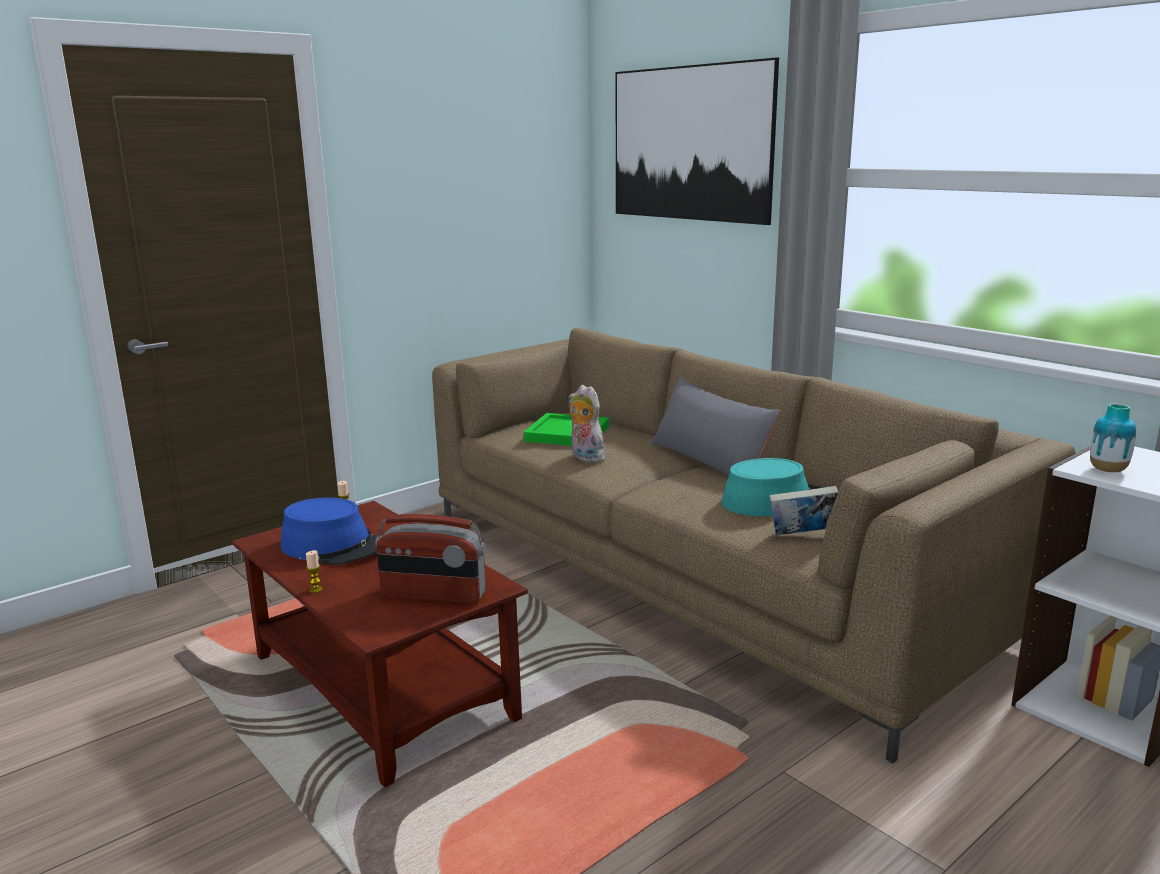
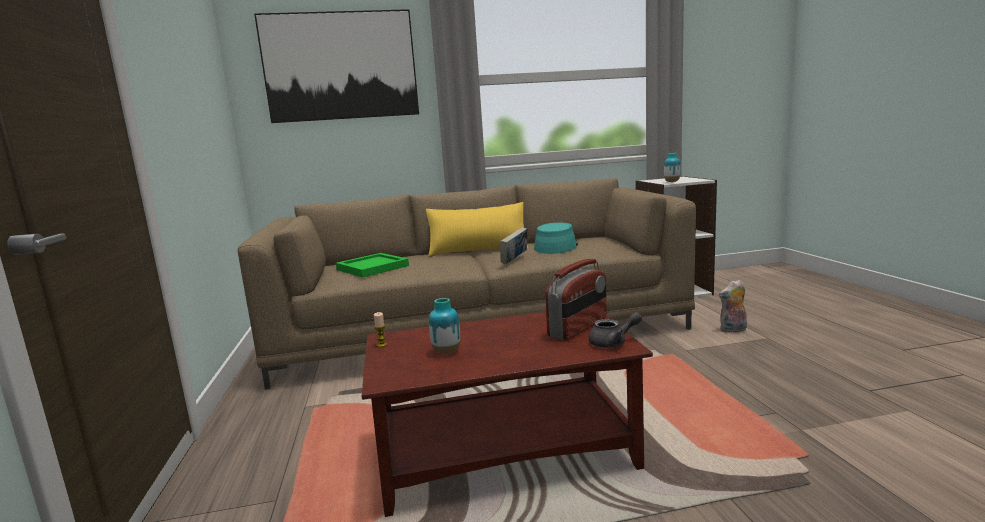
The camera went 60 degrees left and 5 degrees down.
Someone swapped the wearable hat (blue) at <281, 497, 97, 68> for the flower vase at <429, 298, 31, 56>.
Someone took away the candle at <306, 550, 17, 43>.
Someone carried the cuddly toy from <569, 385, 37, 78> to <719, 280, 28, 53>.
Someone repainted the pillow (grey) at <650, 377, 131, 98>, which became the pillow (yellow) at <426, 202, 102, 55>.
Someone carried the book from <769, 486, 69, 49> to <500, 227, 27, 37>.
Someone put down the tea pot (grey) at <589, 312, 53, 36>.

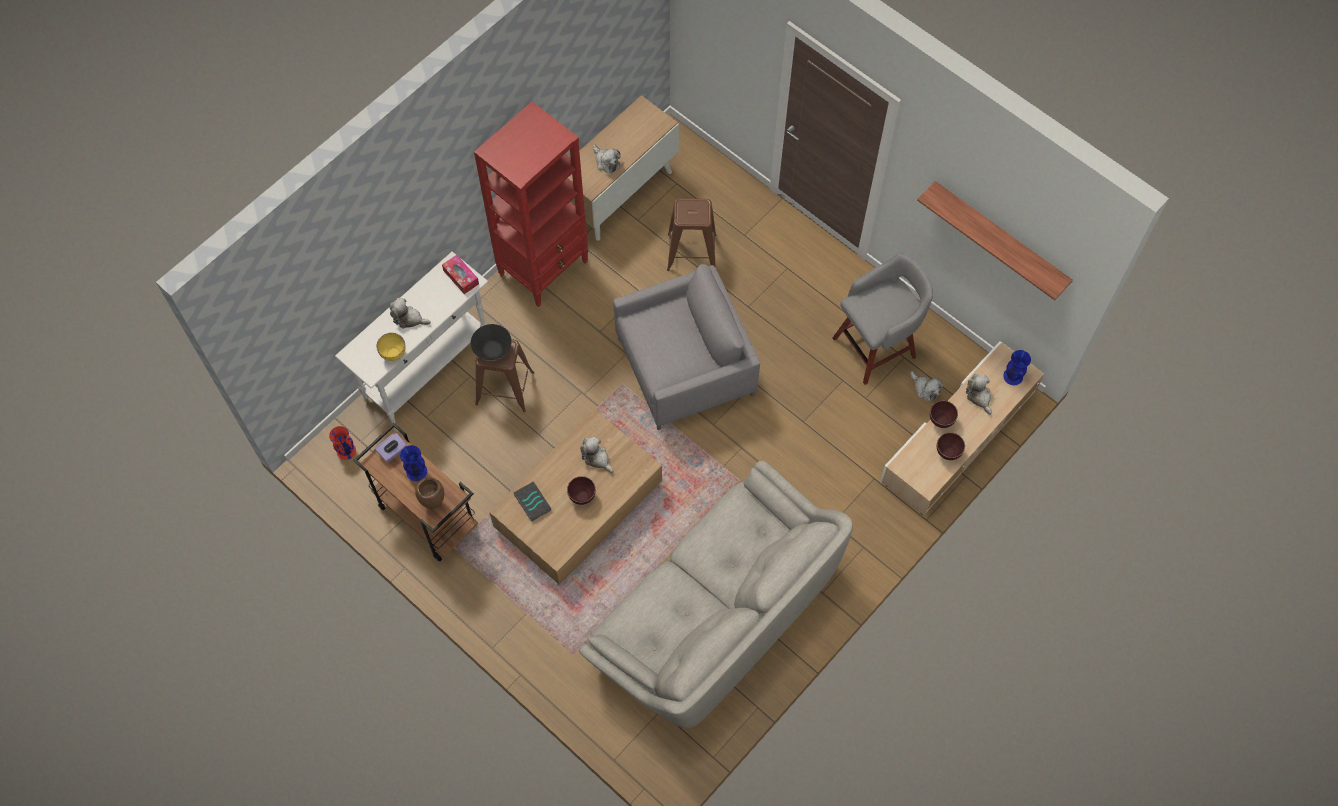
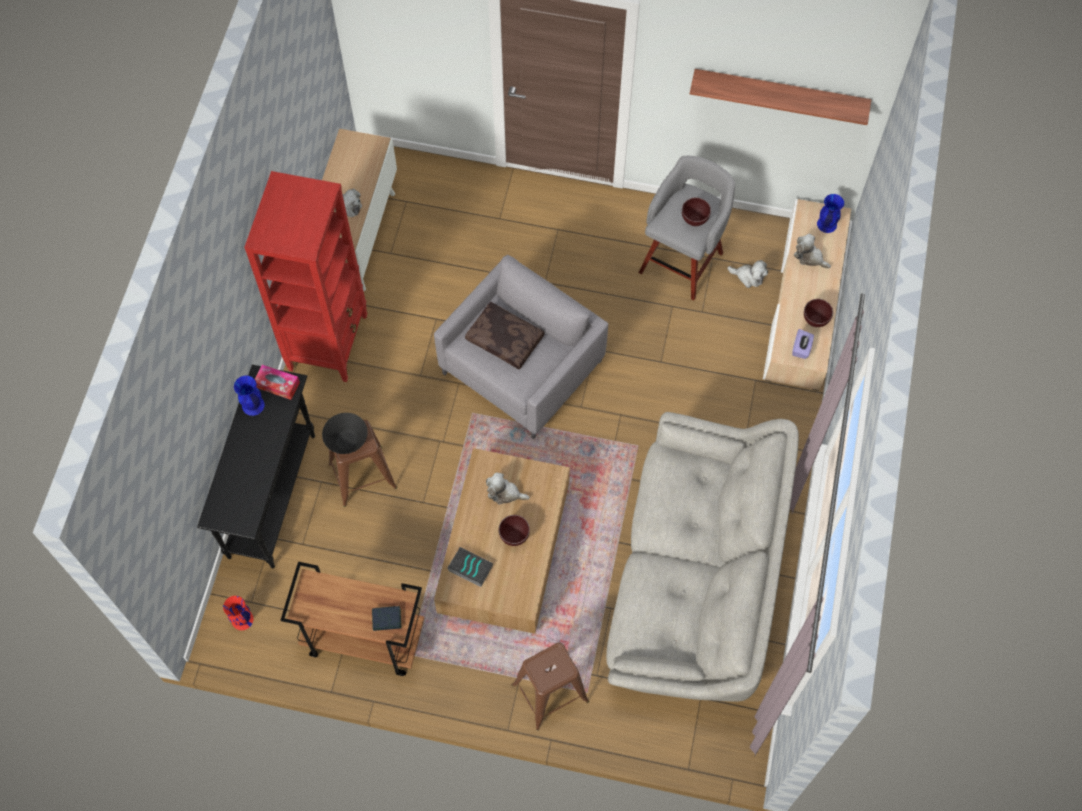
The camera went 30 degrees left and 0 degrees up.
Someone repainted the narrow table (whitish) at <335, 252, 153, 172>, which became the narrow table (black) at <197, 365, 118, 203>.
Someone took away the deep dish (yellow) at <376, 333, 30, 28>.
Someone carried the tissue holder (purplish) from <376, 433, 31, 29> to <792, 329, 22, 30>.
Someone took away the cuddly toy at <389, 298, 42, 30>.
Someone carried the flower vase (blue) from <400, 445, 27, 36> to <234, 376, 31, 40>.
Someone swapped the flower vase (brown) at <415, 477, 29, 32> for the book at <372, 606, 29, 25>.
Someone carried the stool (brown) from <667, 198, 49, 73> to <512, 643, 77, 88>.
Someone carried the deep dish (brown) from <930, 400, 28, 28> to <682, 198, 29, 28>.
Someone put down the pillow (brown) at <465, 301, 79, 69>.

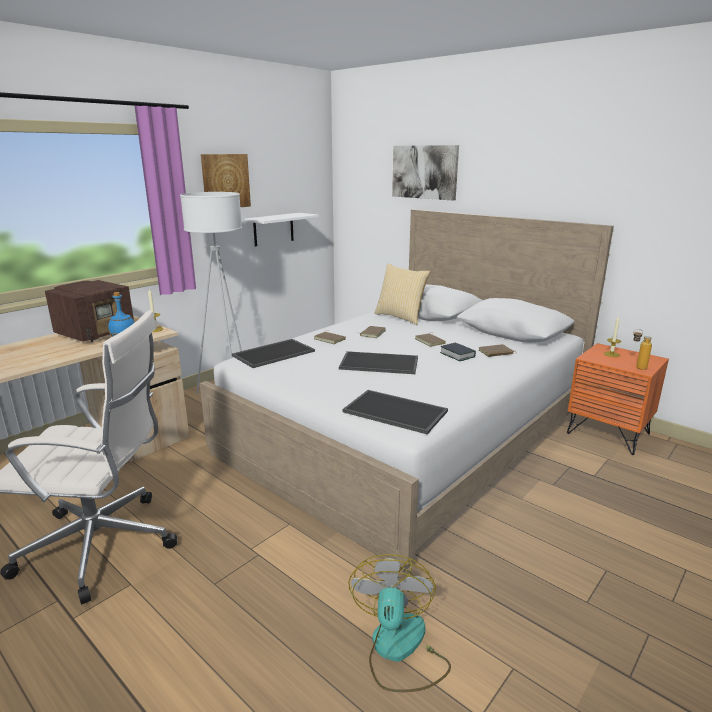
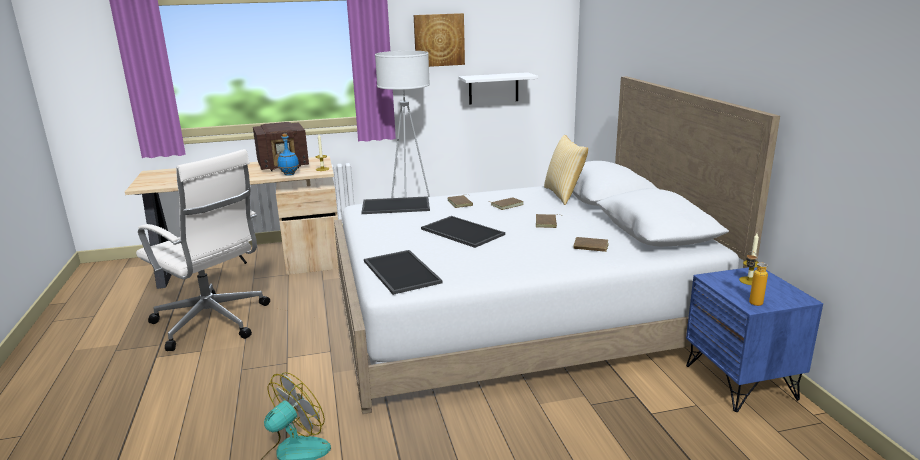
The camera went 35 degrees right and 0 degrees up.
Someone took away the picture at <392, 145, 67, 56>.
Someone took away the book at <440, 343, 36, 18>.
Someone repainted the nightstand (orangey) at <567, 343, 102, 112>, which became the nightstand (blue) at <686, 267, 137, 145>.

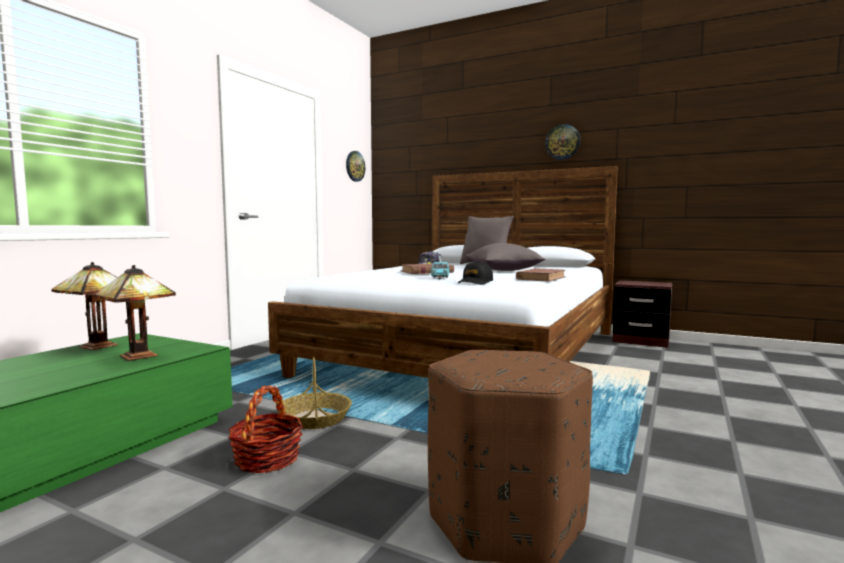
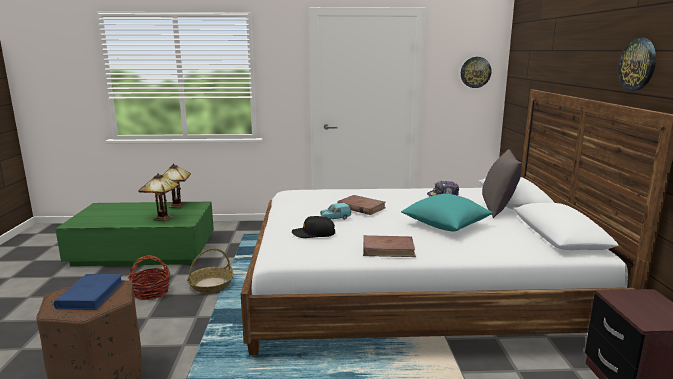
The camera went 60 degrees right and 10 degrees up.
Someone repainted the pillow (grey) at <465, 243, 80, 28>, which became the pillow (turquoise-coloured) at <401, 194, 92, 37>.
Someone put down the book (blue) at <54, 274, 70, 36>.

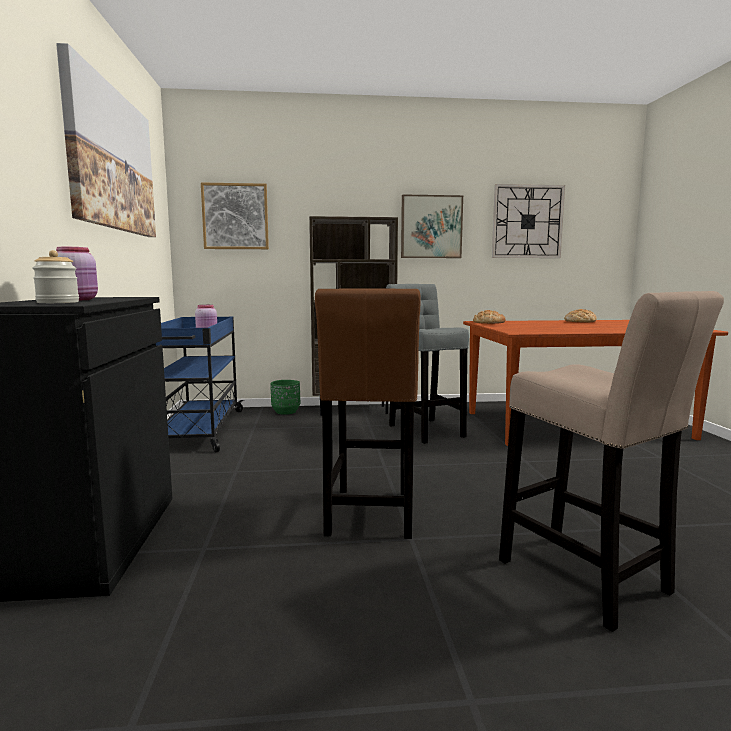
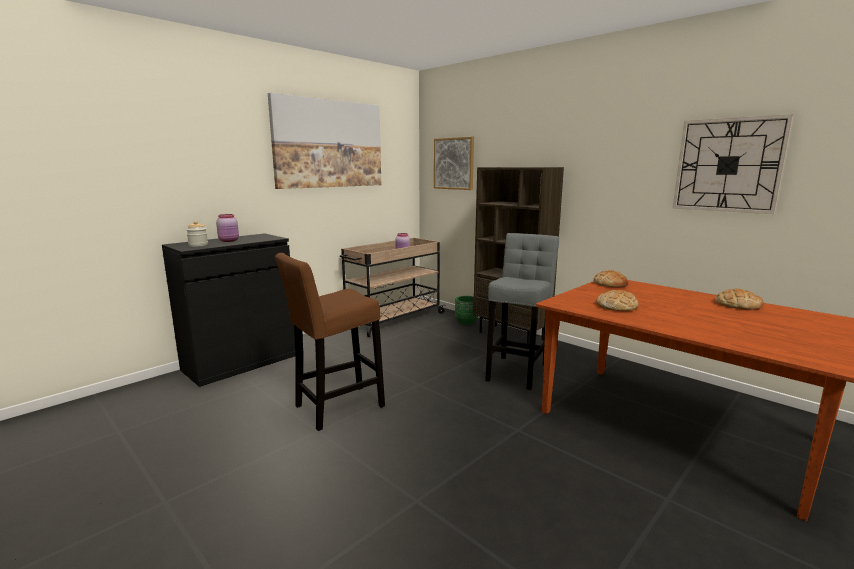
The camera went 50 degrees right and 5 degrees up.
Someone repainted the trolley (blue) at <156, 317, 88, 135>, which became the trolley (beige) at <340, 238, 106, 99>.
Someone took away the picture at <401, 194, 62, 64>.
Someone took away the stool (beige) at <499, 291, 225, 341>.
Someone put down the bakery bread at <596, 290, 42, 21>.

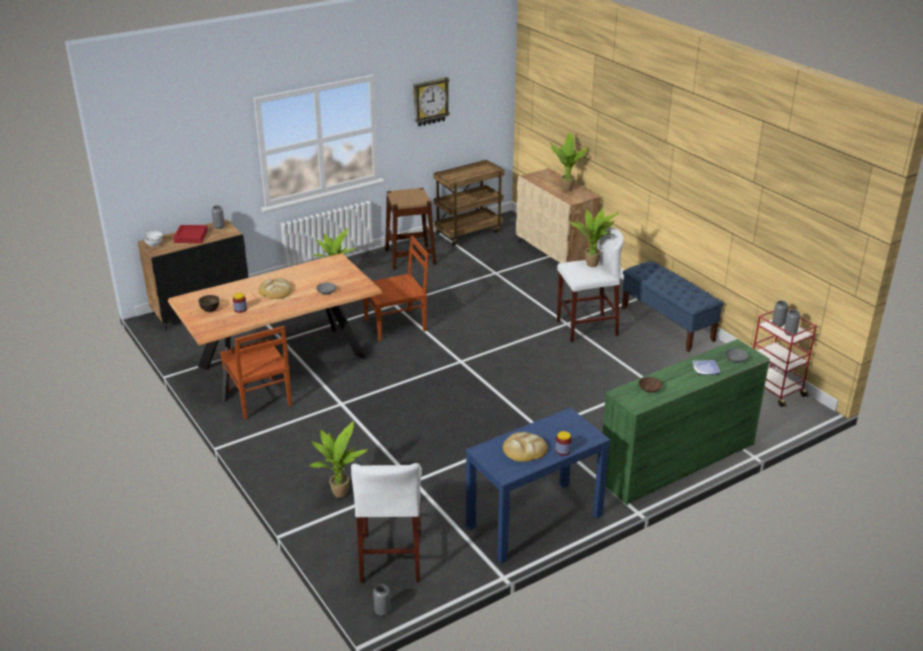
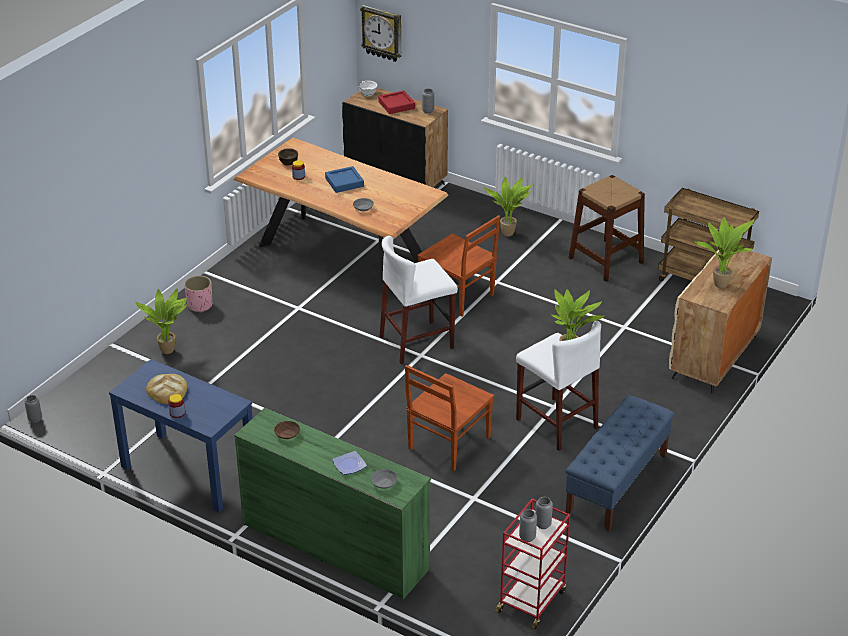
The camera went 65 degrees right and 5 degrees up.
Someone carried the upright chair (brown) from <220, 326, 72, 94> to <405, 365, 89, 106>.
Someone swapped the bakery bread at <258, 278, 34, 21> for the carrying tray (blue) at <325, 166, 39, 27>.
Someone carried the stool (whitish) from <351, 463, 71, 120> to <380, 236, 78, 128>.
Someone carried the clock on the wall from <413, 77, 37, 50> to <360, 5, 41, 57>.
Someone put down the plant pot (pinkish) at <184, 276, 28, 37>.

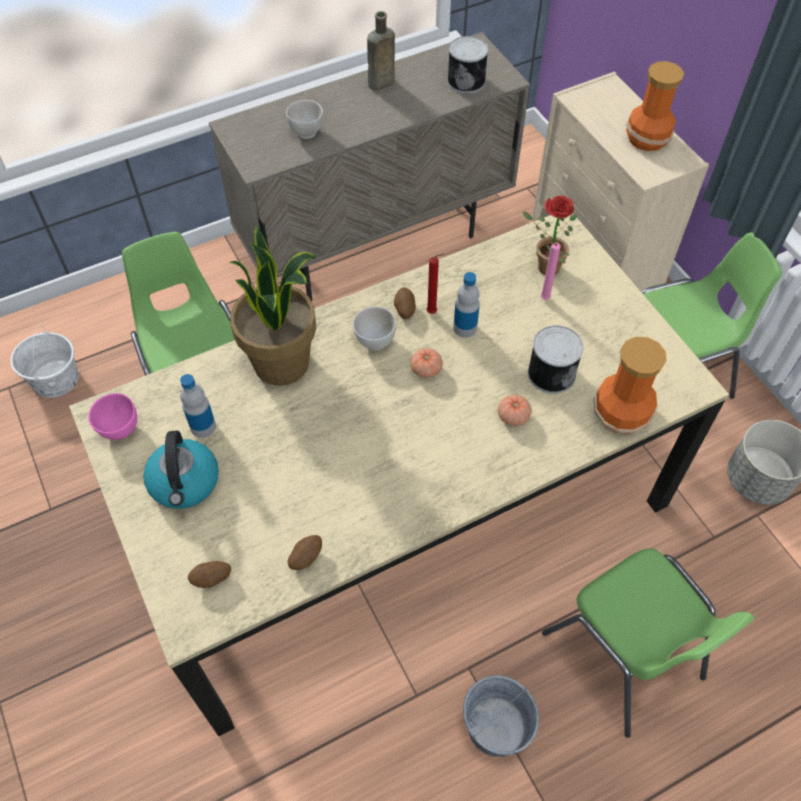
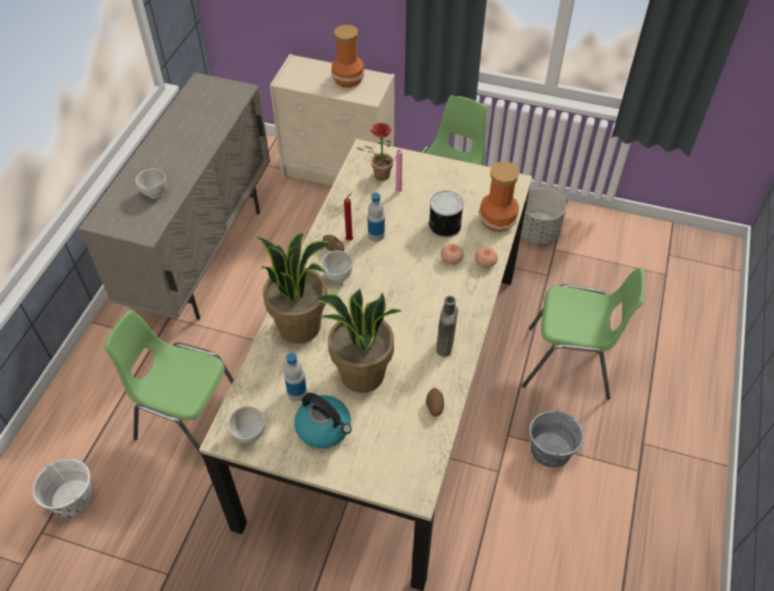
The camera went 45 degrees left and 5 degrees down.
Someone repainted the deep dish (pinkish) at <88, 393, 49, 47>, which became the deep dish (whitish) at <228, 406, 37, 37>.
Someone took away the spud at <188, 561, 43, 27>.
Someone carried the drink bottle (brown) from <367, 11, 28, 80> to <436, 296, 22, 61>.
Someone carried the fresh tomato from <410, 348, 33, 30> to <475, 247, 23, 21>.
Someone took away the can at <447, 36, 41, 58>.
Someone put down the houseplant at <315, 289, 86, 104>.

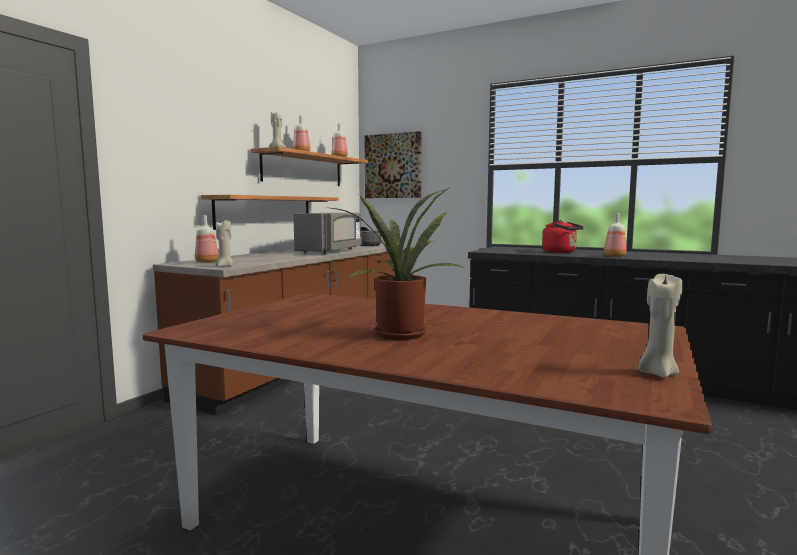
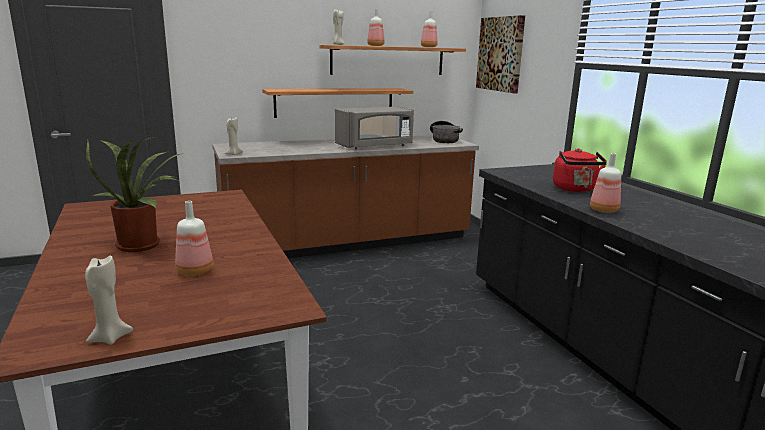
The camera went 40 degrees right and 10 degrees up.
Someone carried the drink bottle from <195, 215, 24, 48> to <175, 201, 38, 75>.

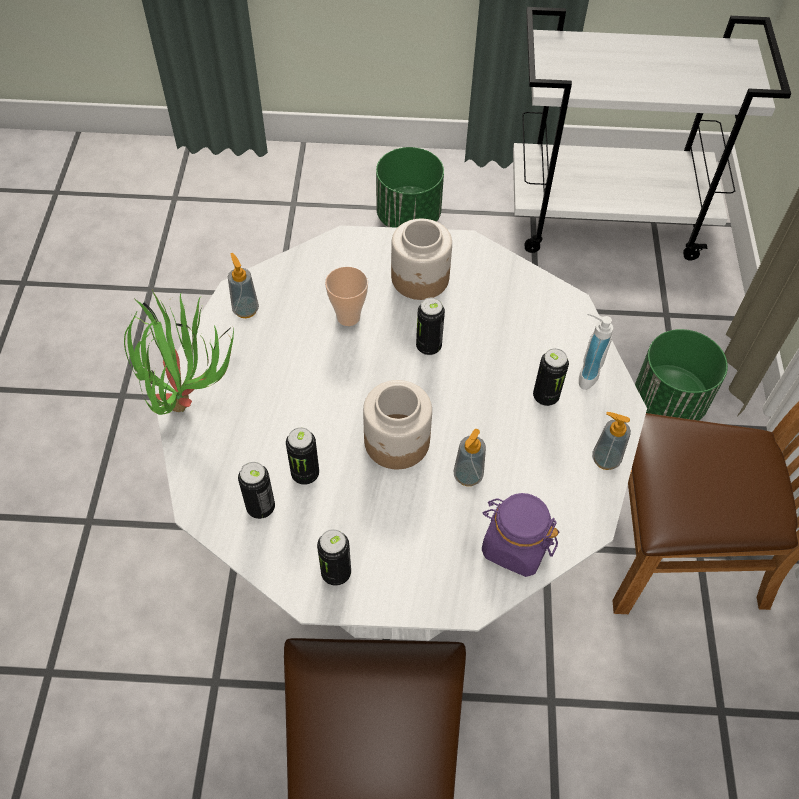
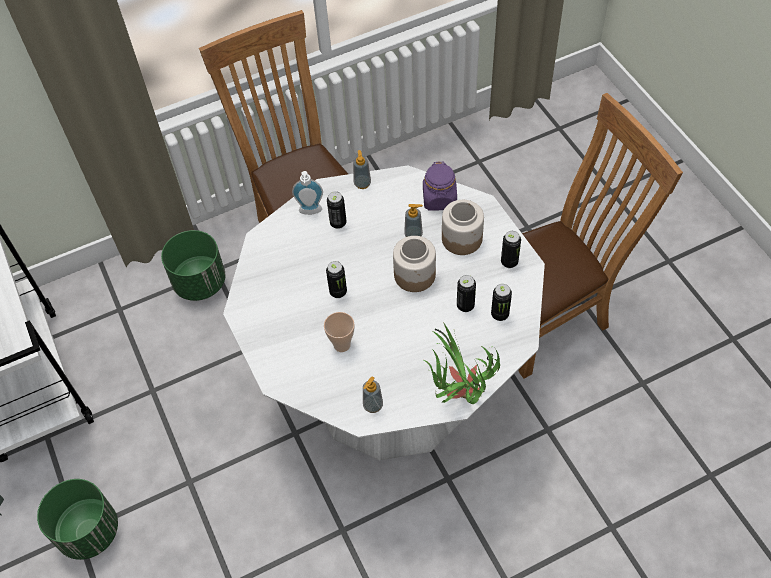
The camera went 115 degrees left and 0 degrees up.
Someone carried the preserve jar from <391, 219, 61, 81> to <442, 200, 42, 55>.

